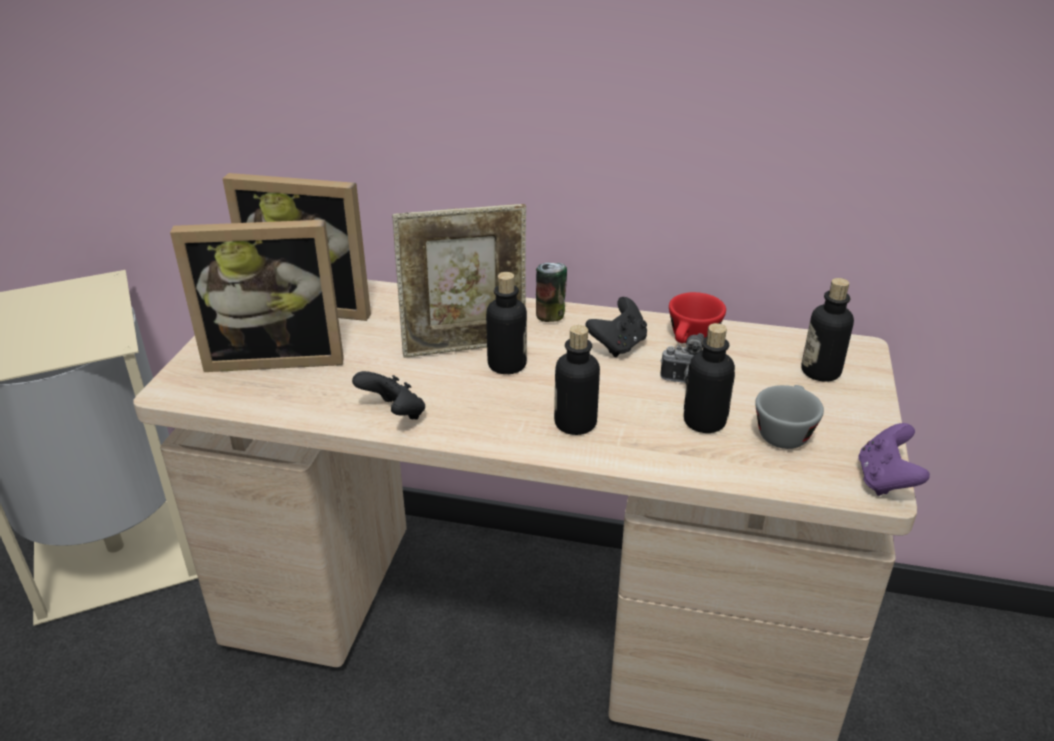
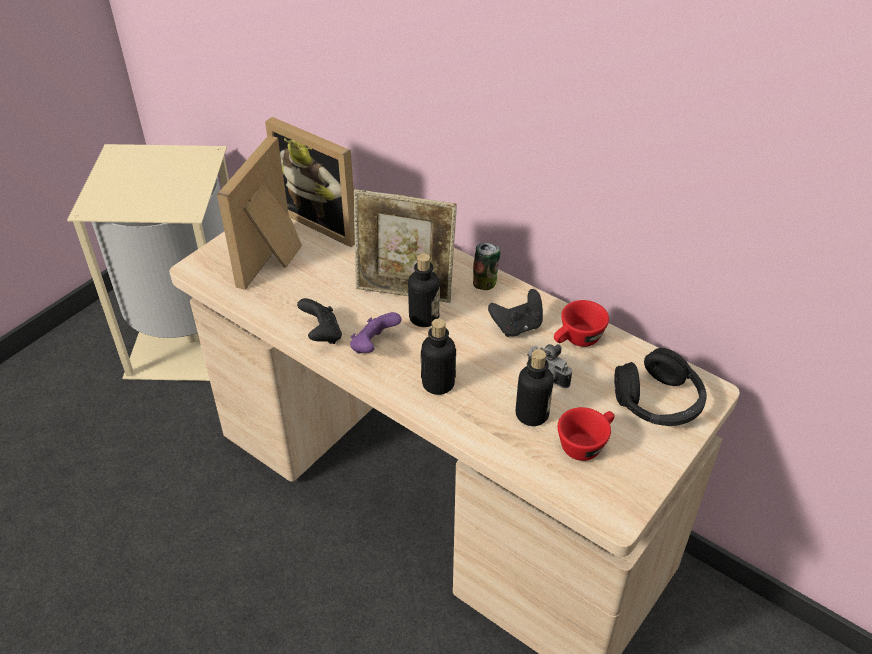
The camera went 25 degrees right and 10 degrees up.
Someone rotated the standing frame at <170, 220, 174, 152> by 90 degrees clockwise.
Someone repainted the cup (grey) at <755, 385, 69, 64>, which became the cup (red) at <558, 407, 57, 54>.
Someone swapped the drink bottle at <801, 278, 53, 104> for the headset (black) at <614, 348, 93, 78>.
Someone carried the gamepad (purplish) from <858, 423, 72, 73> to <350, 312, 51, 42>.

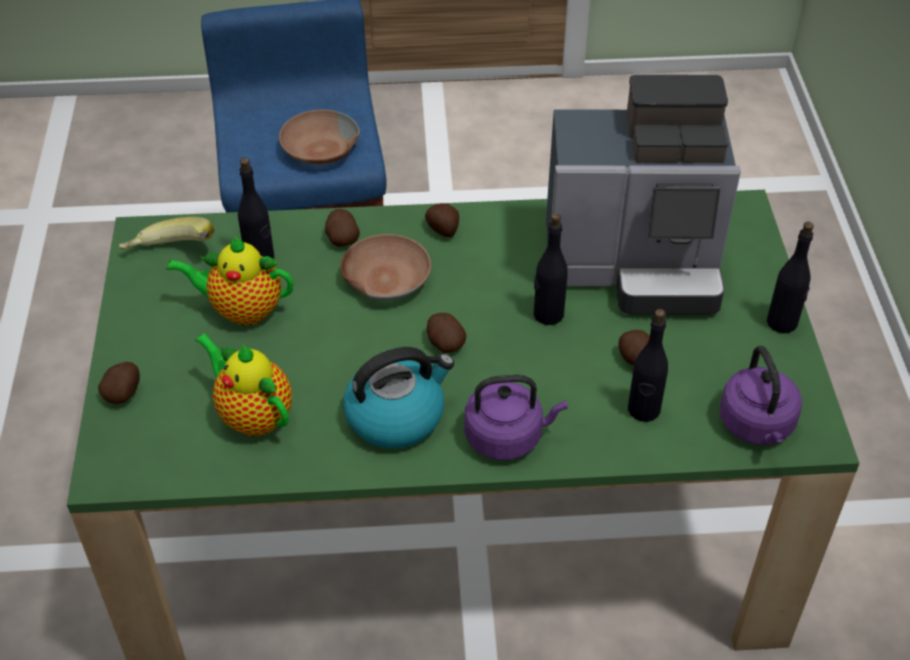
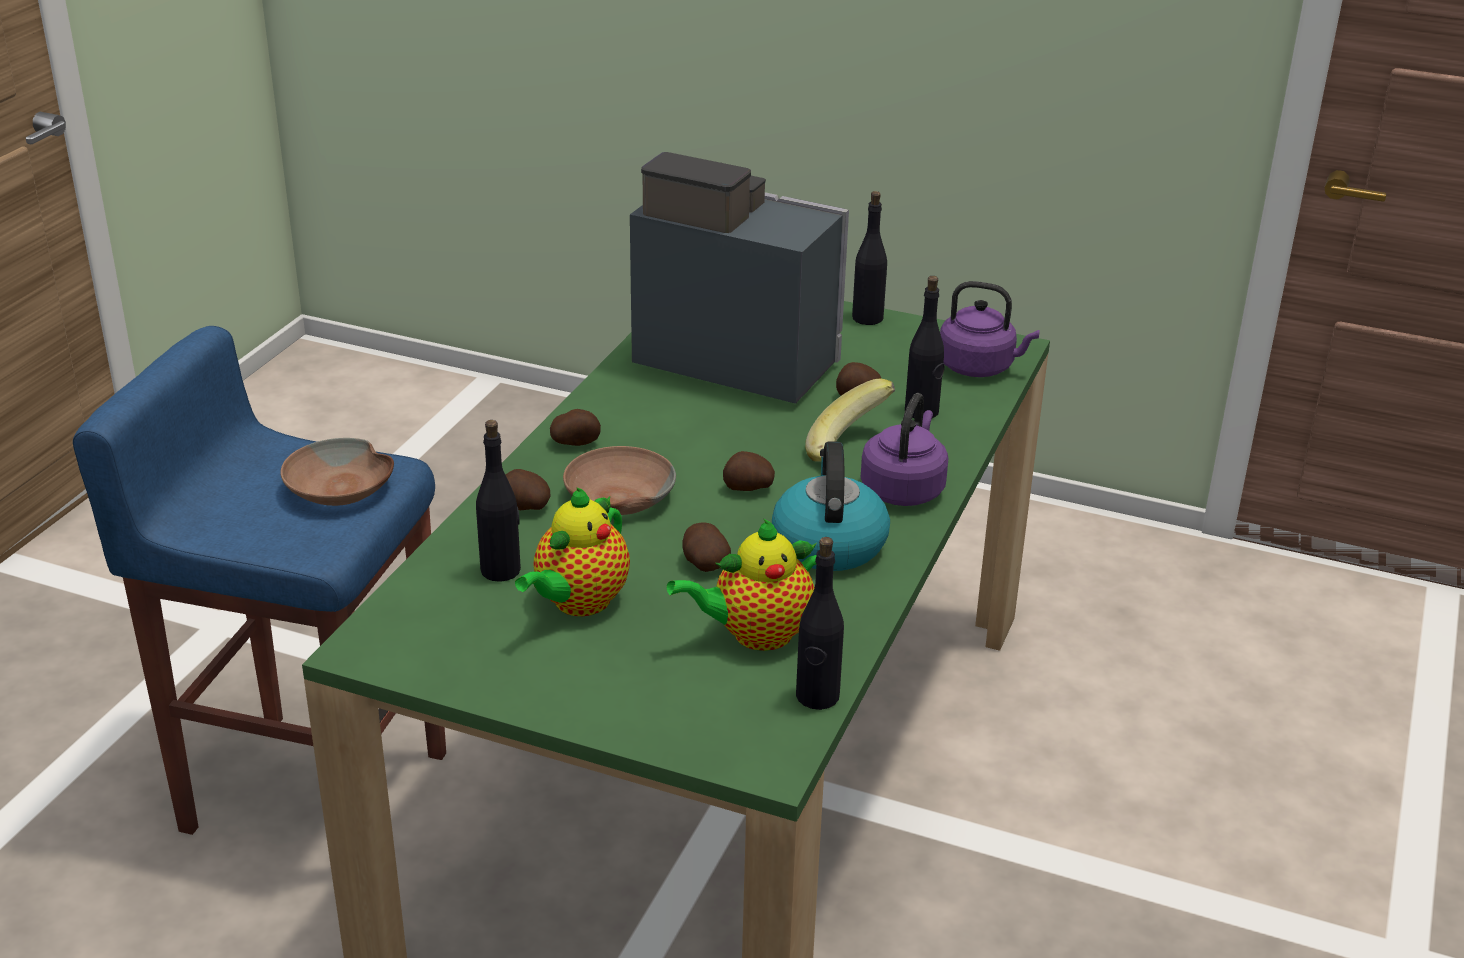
The camera went 65 degrees left and 15 degrees down.
Someone carried the spud from <98, 362, 42, 42> to <682, 522, 49, 50>.
Someone carried the banana fruit from <119, 217, 95, 33> to <805, 379, 90, 83>.
Someone carried the drink bottle (black) from <534, 213, 34, 112> to <796, 537, 48, 173>.
Someone rotated the coffee brewer at <546, 75, 195, 240> by 90 degrees counterclockwise.

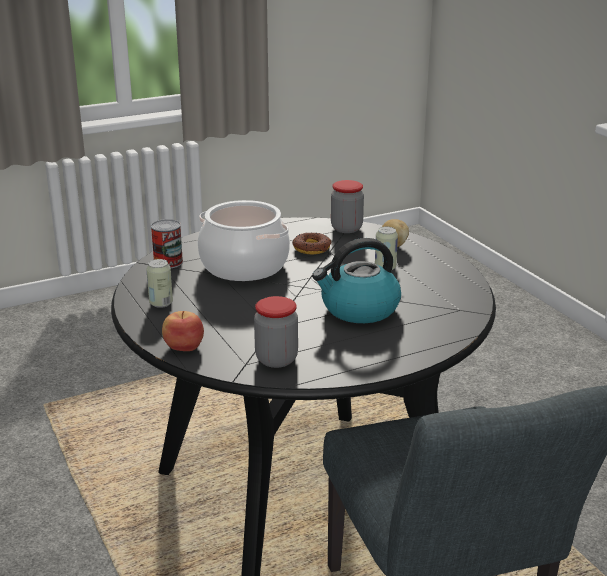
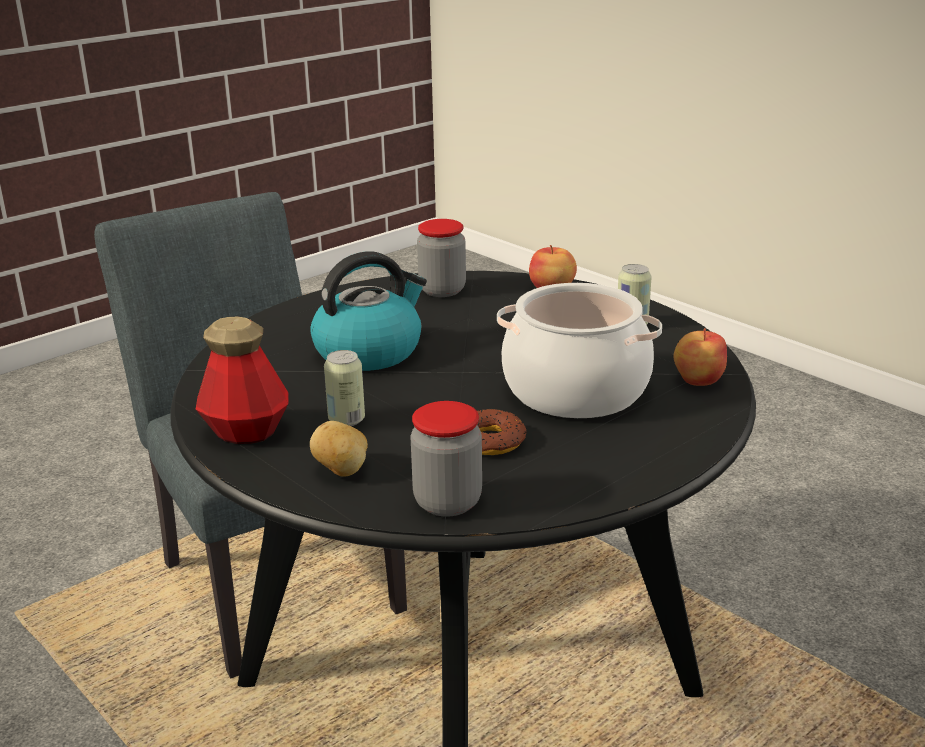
The camera went 165 degrees right and 0 degrees up.
Someone swapped the can at <151, 219, 32, 49> for the apple at <674, 328, 53, 58>.
Someone put down the drink bottle at <196, 317, 92, 127>.

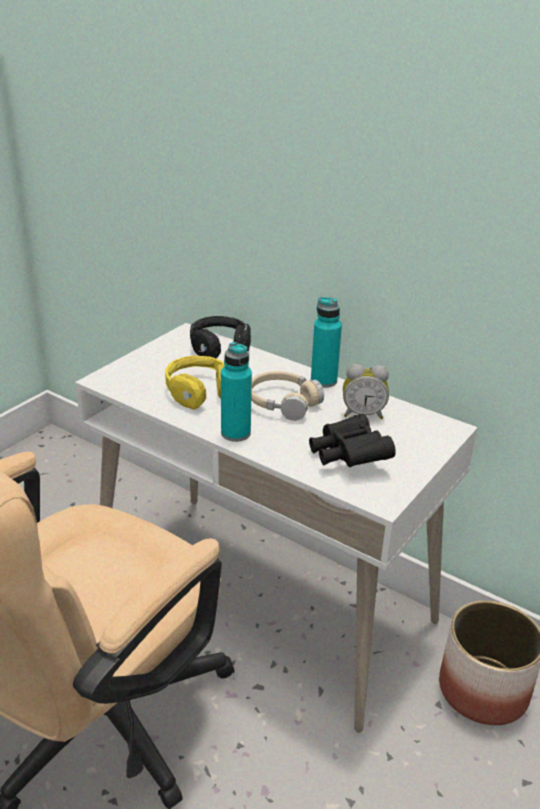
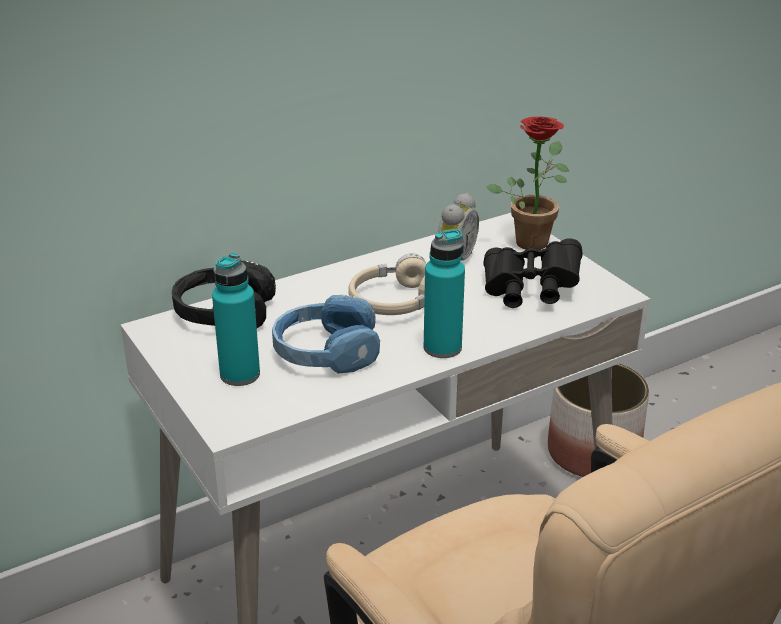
The camera went 65 degrees left and 0 degrees up.
Someone repainted the headset (yellow) at <165, 356, 60, 54>, which became the headset (blue) at <272, 295, 108, 79>.
Someone carried the drink bottle (turquoise-coloured) from <311, 297, 31, 91> to <212, 253, 48, 133>.
Someone put down the houseplant at <487, 116, 82, 134>.

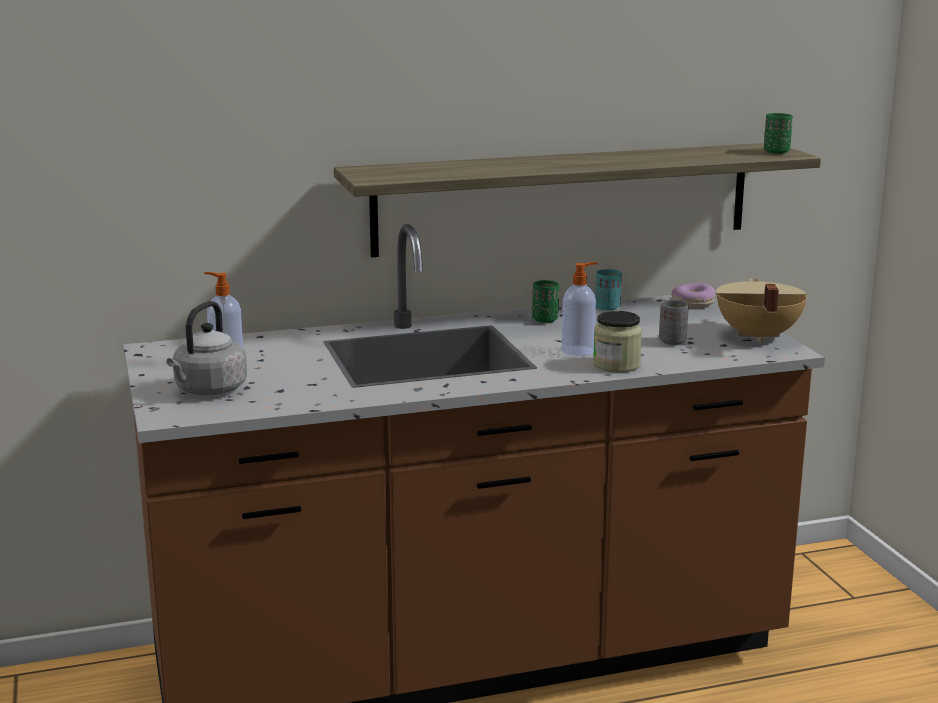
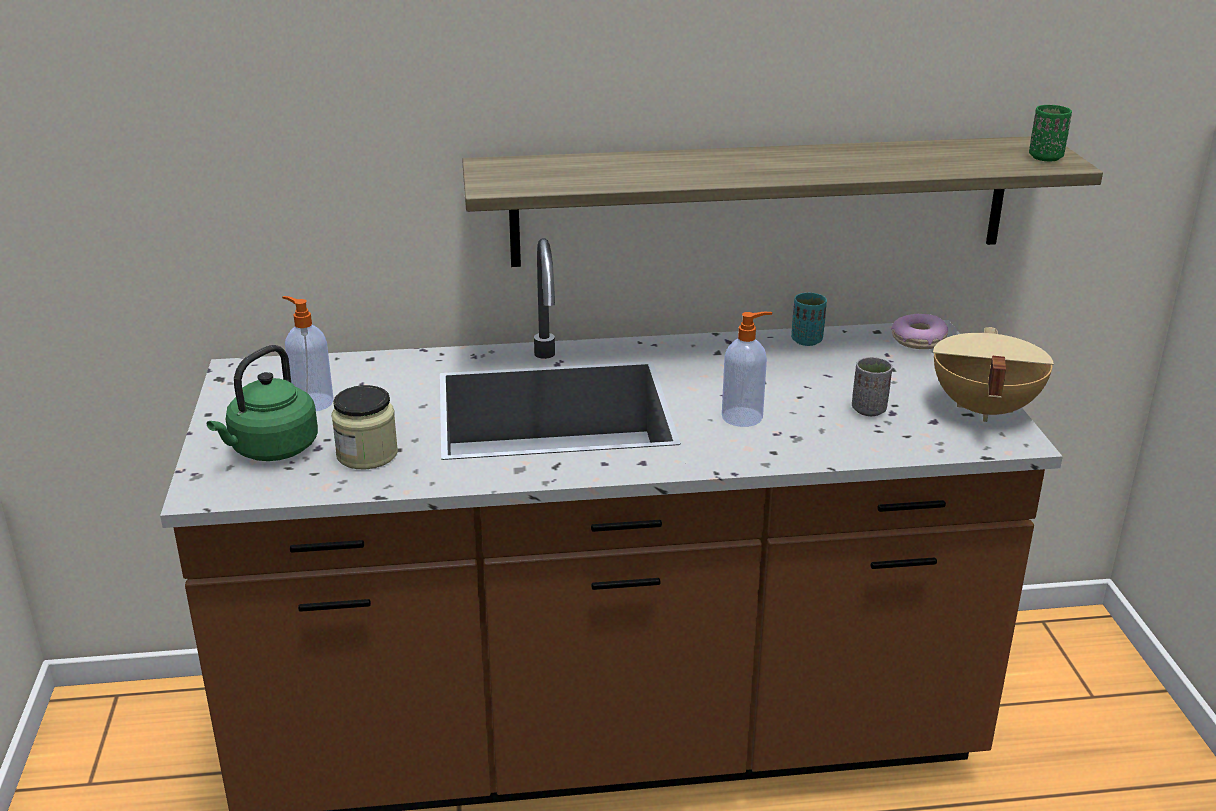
The camera went 10 degrees right and 10 degrees up.
Someone repainted the kettle (grey) at <166, 301, 81, 94>, which became the kettle (greenish) at <207, 345, 111, 116>.
Someone took away the cup (greenish) at <532, 280, 27, 43>.
Someone carried the preserve jar from <593, 311, 49, 61> to <331, 385, 67, 84>.

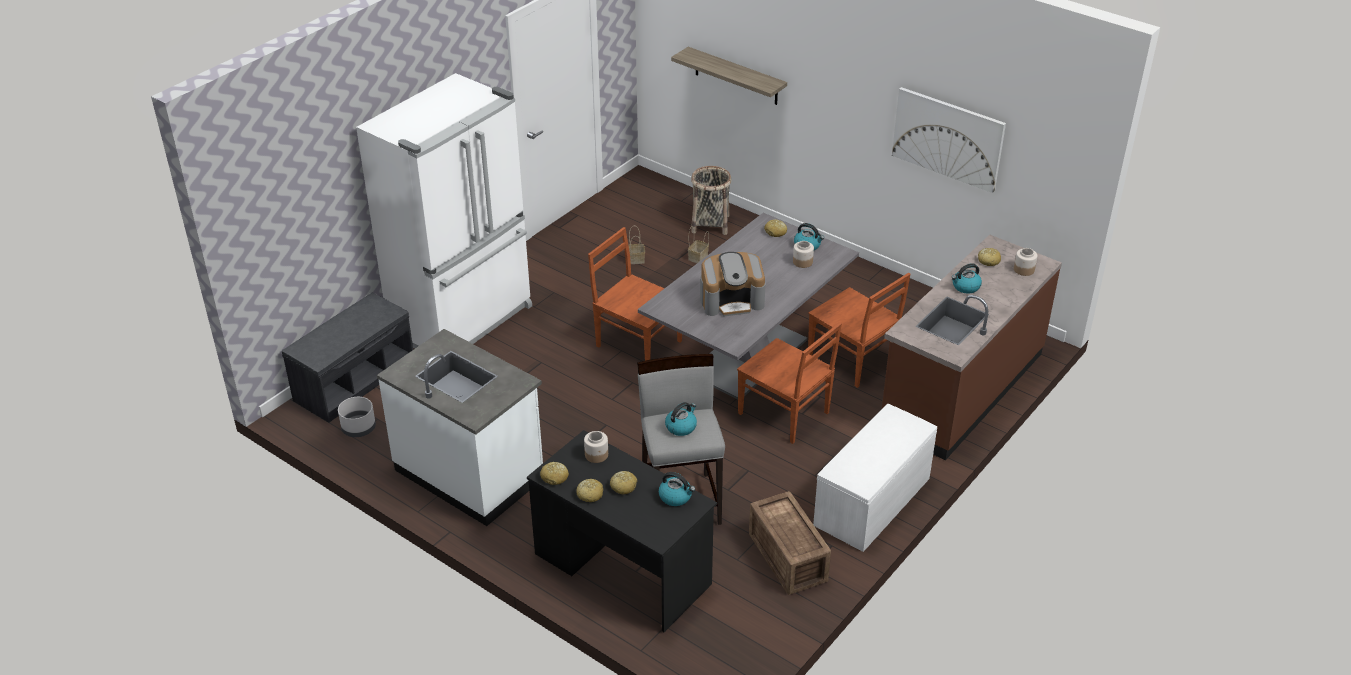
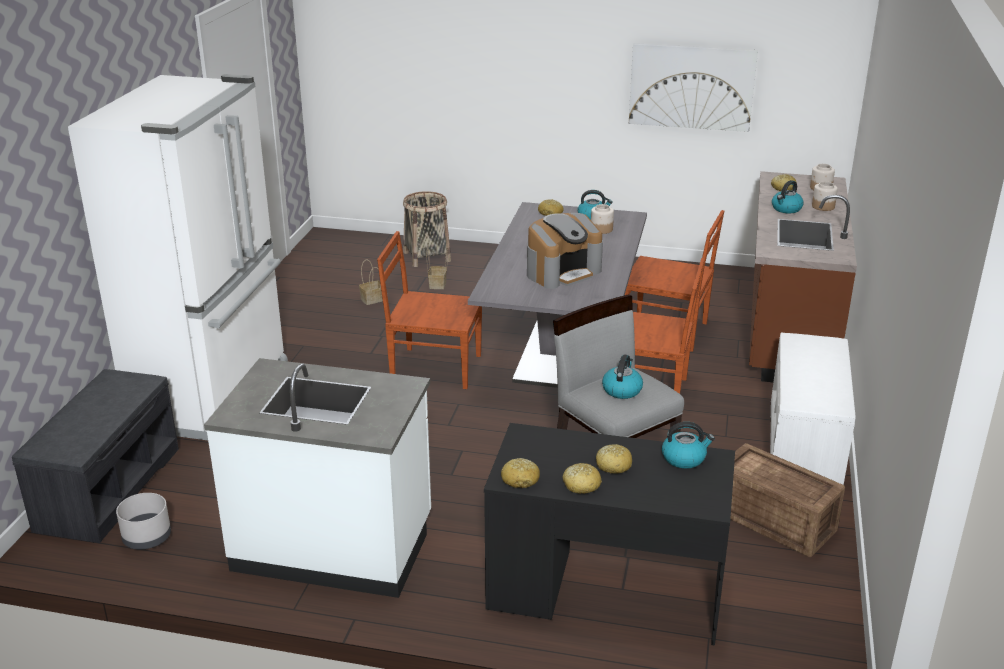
The camera went 25 degrees left and 10 degrees down.
Someone carried the preserve jar from <584, 431, 24, 32> to <812, 181, 26, 30>.
Someone took away the bracket shelf at <671, 47, 116, 58>.

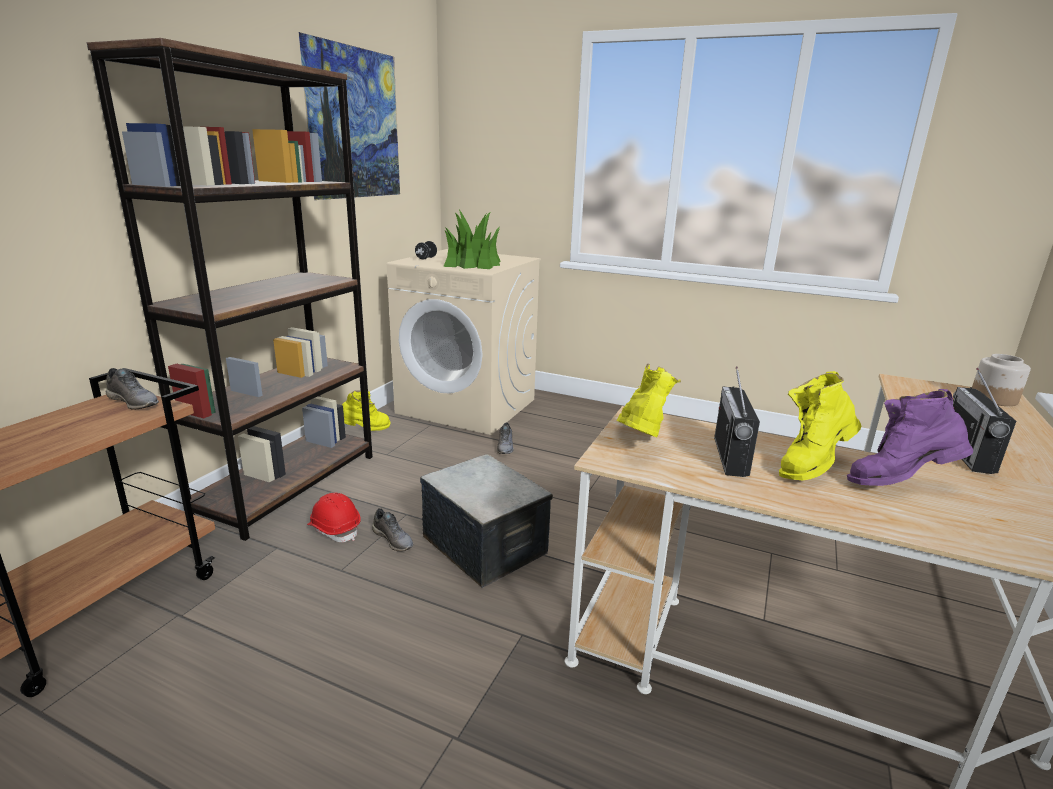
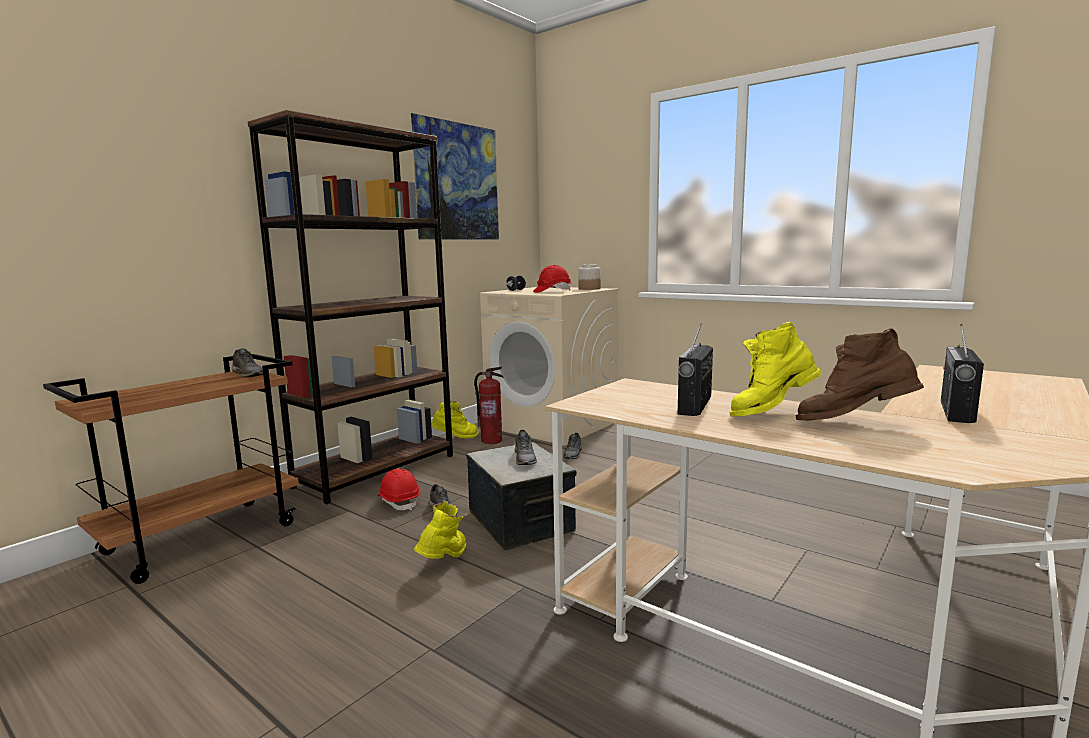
The camera went 15 degrees right and 10 degrees down.
Someone swapped the houseplant at <443, 210, 58, 59> for the work helmet (red) at <533, 265, 38, 28>.
Someone carried the tall boot (yellow) from <617, 364, 64, 74> to <414, 501, 54, 58>.
Someone repainted the tall boot (purplish) at <847, 389, 126, 97>, which became the tall boot (brown) at <796, 328, 128, 92>.
Someone carried the preserve jar from <972, 354, 59, 52> to <578, 264, 23, 26>.
Someone put down the fire extinguisher at <474, 367, 30, 77>.
Someone put down the low shoe (grey) at <515, 430, 22, 35>.

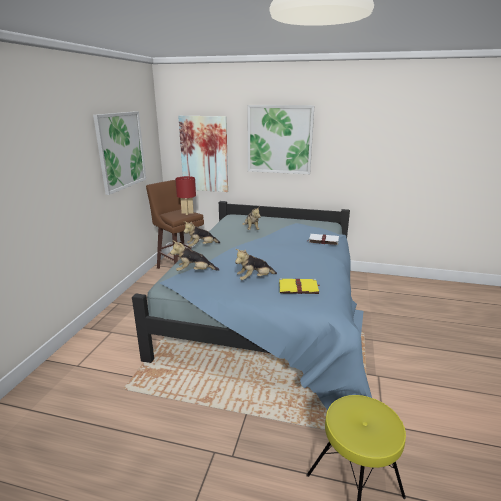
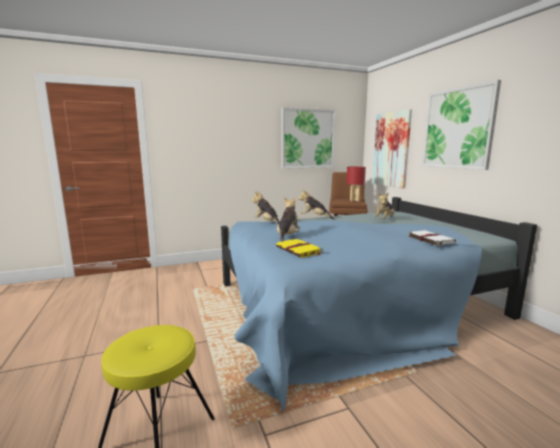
The camera went 55 degrees right and 10 degrees down.
Someone rotated the cuddly toy at <235, 249, 42, 31> by 75 degrees clockwise.

